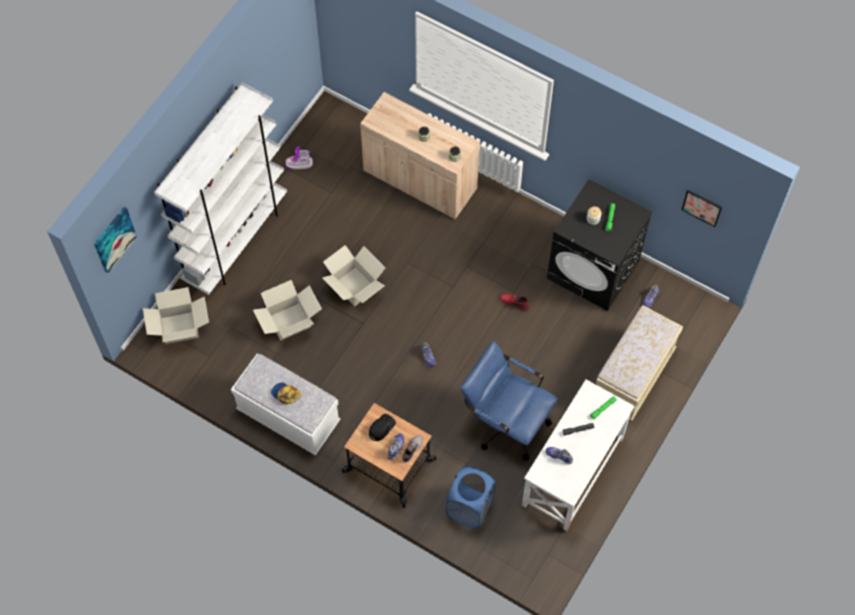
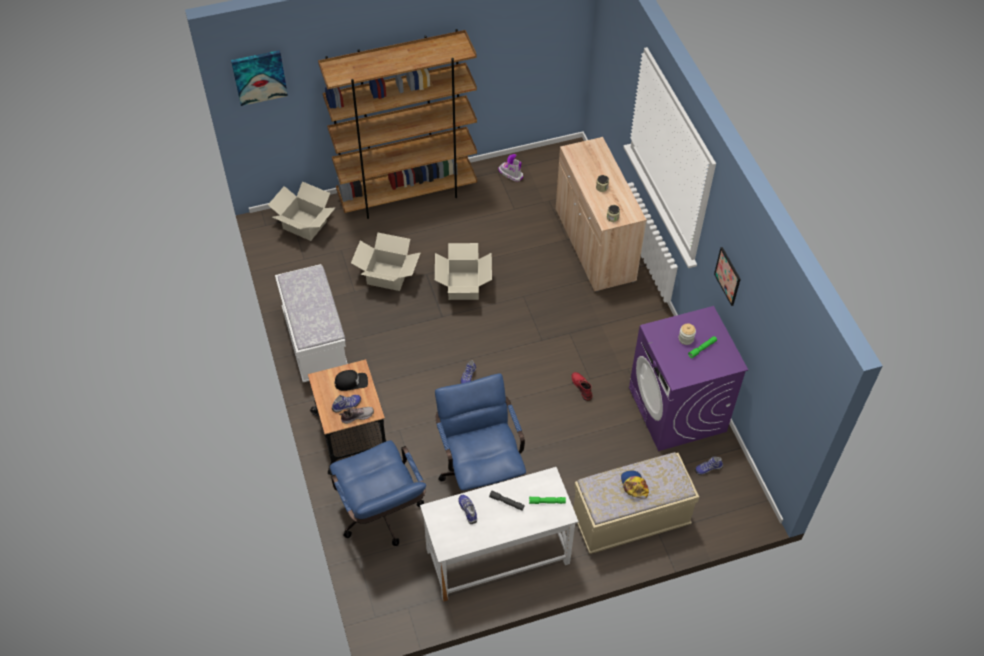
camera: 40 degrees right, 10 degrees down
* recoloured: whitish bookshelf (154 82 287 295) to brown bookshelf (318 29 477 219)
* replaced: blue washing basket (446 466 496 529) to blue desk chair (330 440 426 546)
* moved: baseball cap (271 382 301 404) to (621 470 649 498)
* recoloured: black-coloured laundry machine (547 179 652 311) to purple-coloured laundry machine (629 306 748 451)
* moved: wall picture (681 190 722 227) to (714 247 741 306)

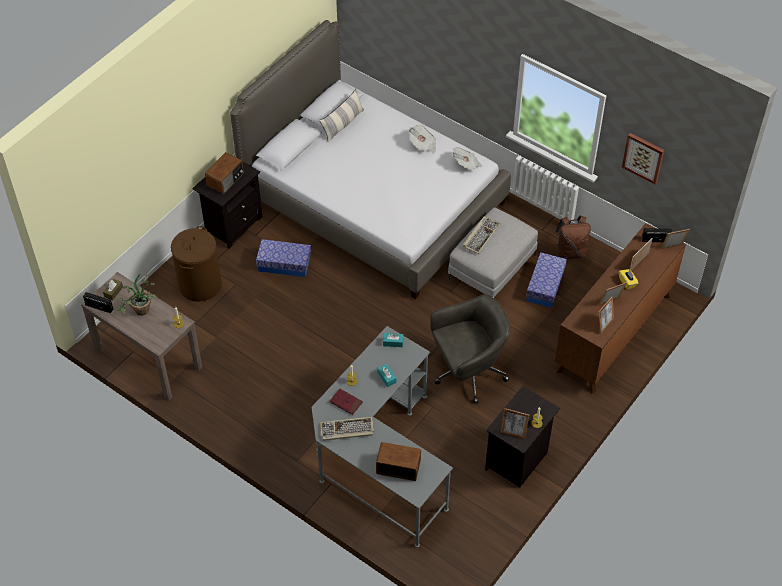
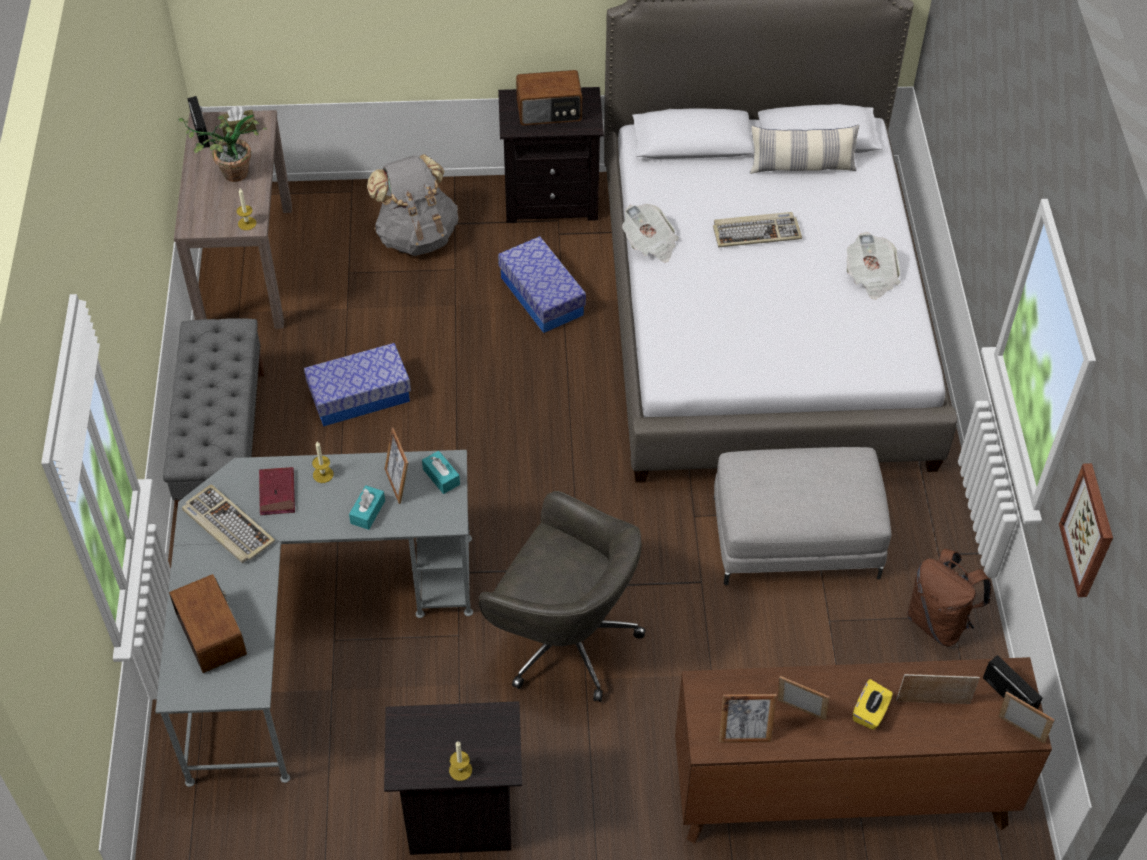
camera: 50 degrees right, 0 degrees up
* added: gray indoor bench (163 318 264 508)
* moved: storage box (526 252 567 308) to (304 343 411 426)
* replaced: brown washing basket (171 226 222 302) to gray backpack (367 154 458 256)
* moved: standing frame (501 408 529 439) to (385 428 408 504)
* moved: daily paper (451 147 482 170) to (622 204 679 263)
* moved: PC keyboard (463 216 501 254) to (713 212 802 248)

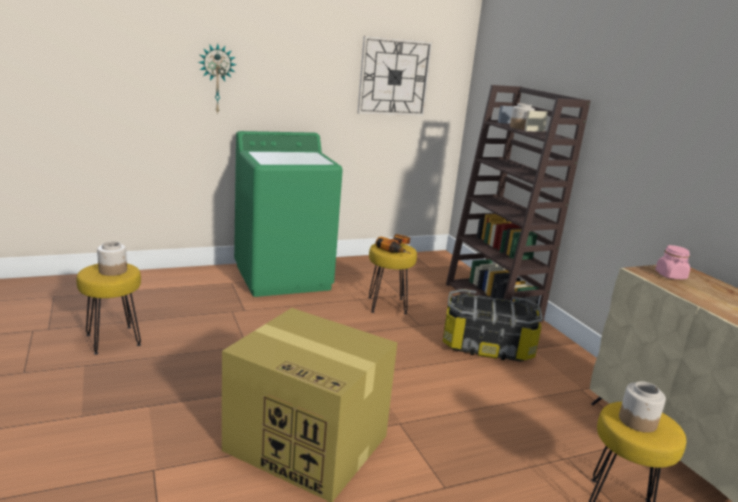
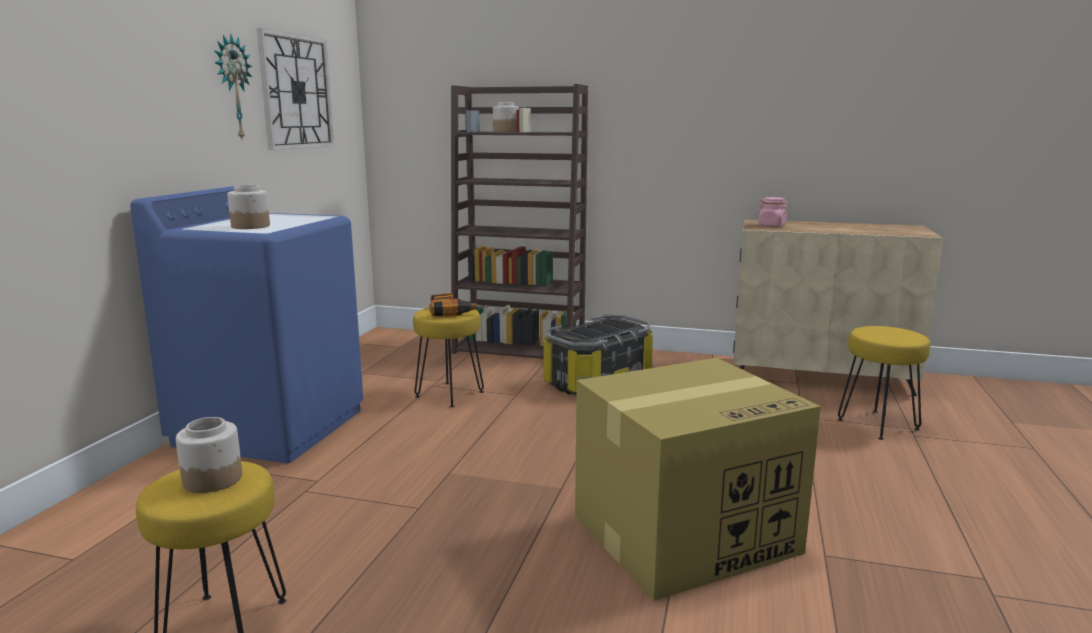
camera: 50 degrees left, 5 degrees down
* recoloured: green-coloured laundry machine (234 131 343 297) to blue laundry machine (130 186 363 463)
* moved: wall clock (198 44 236 114) to (214 34 252 139)
* moved: jar (619 381 666 433) to (227 185 270 229)

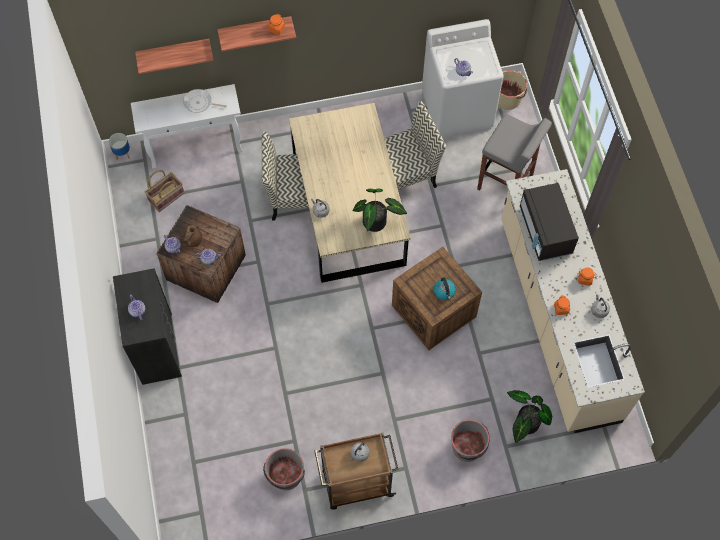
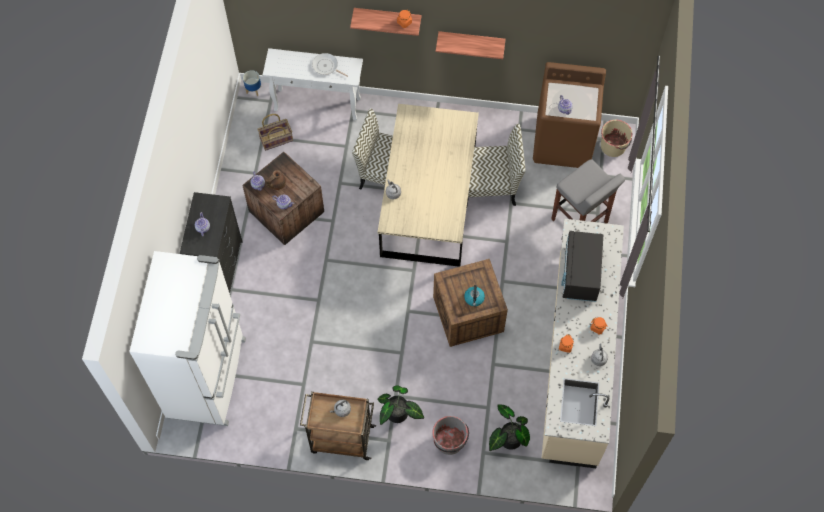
camera: 20 degrees right, 0 degrees up
* added: whitish refrigerator (129 251 246 426)
* moved: houseplant (353 188 407 232) to (377 385 424 425)
* moved: bracket shelf (135 39 214 74) to (436 31 506 59)
* recoloured: whitish laundry machine (422 19 504 138) to brown laundry machine (533 62 606 168)
* removed: gray water bucket (263 448 305 491)

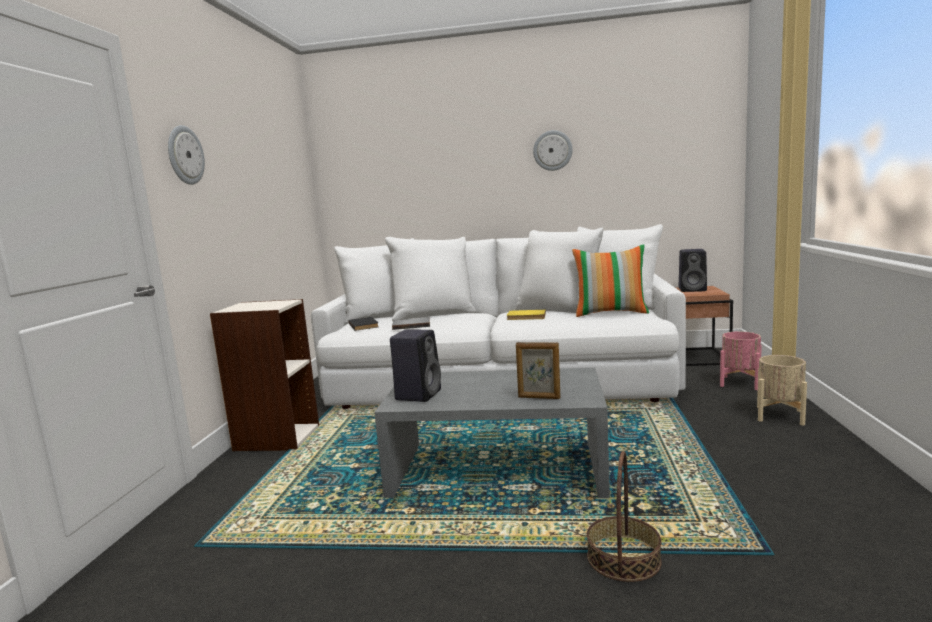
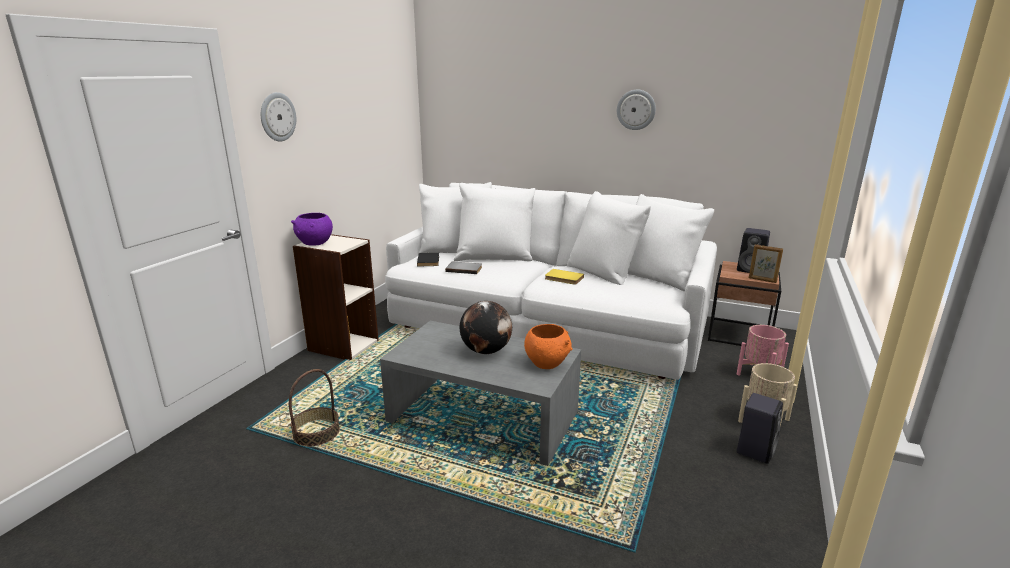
camera: 15 degrees right, 10 degrees up
* moved: household basket (587 451 661 582) to (289 369 340 447)
* added: purple-coloured bowl (291 213 333 246)
* added: world globe (460 301 512 354)
* added: orange-coloured bowl (524 324 573 369)
* moved: black-coloured speaker (390 329 441 402) to (737 393 783 464)
* moved: standing frame (516 342 560 399) to (749 244 783 283)
* removed: throw pillow (572 244 649 317)

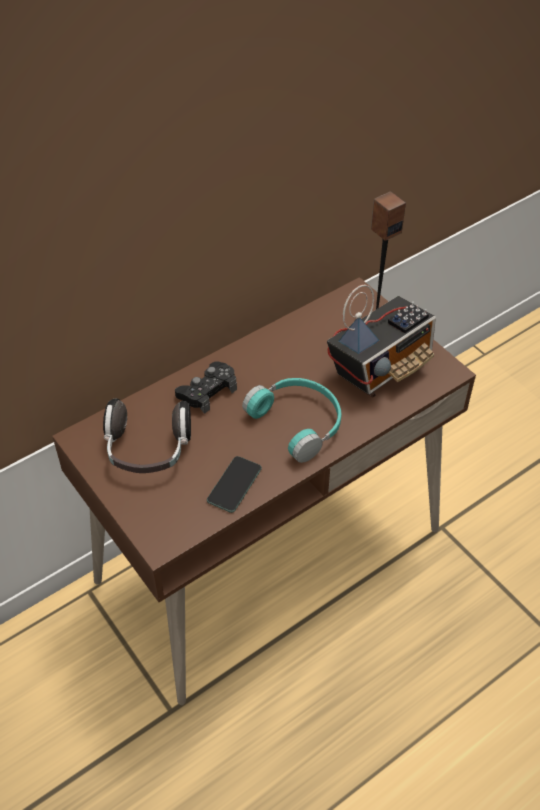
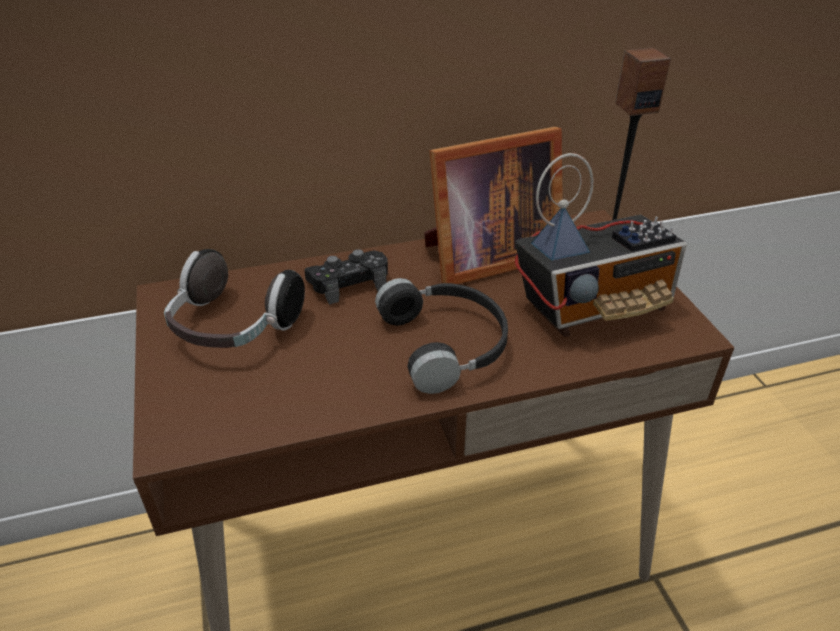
camera: 20 degrees right, 10 degrees down
* recoloured: blue-green headphones (242 378 342 463) to black-coloured headphones (375 278 508 394)
* added: standing frame (424 127 563 284)
* removed: phone (207 456 262 513)

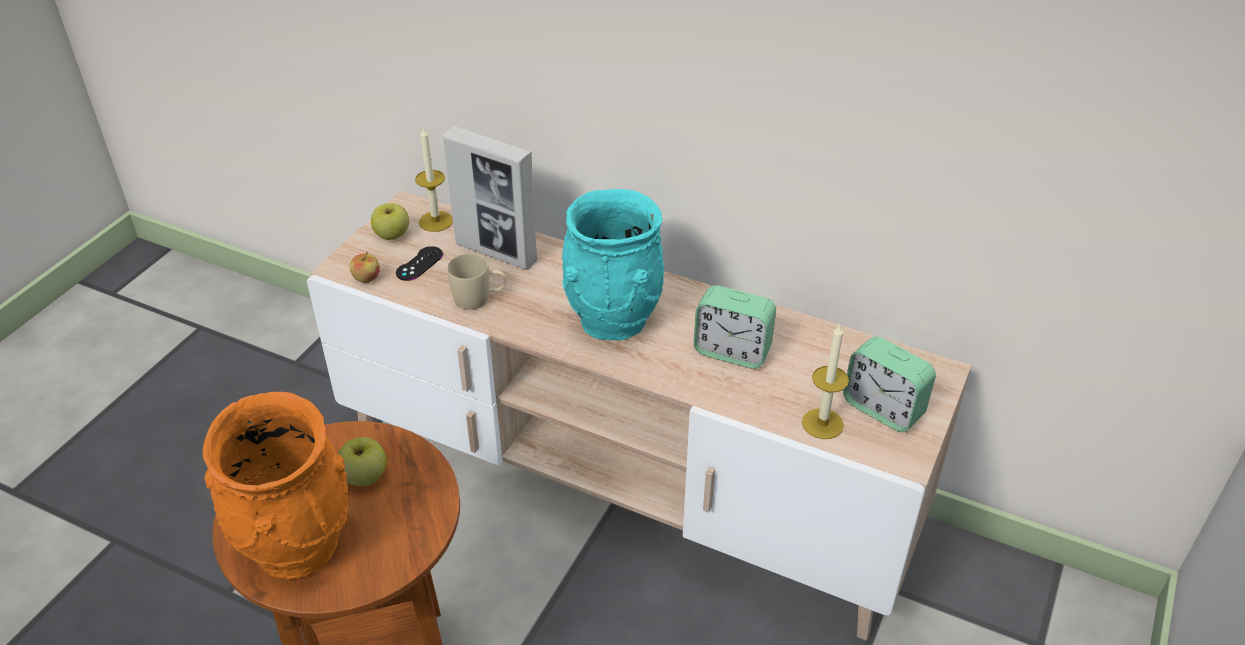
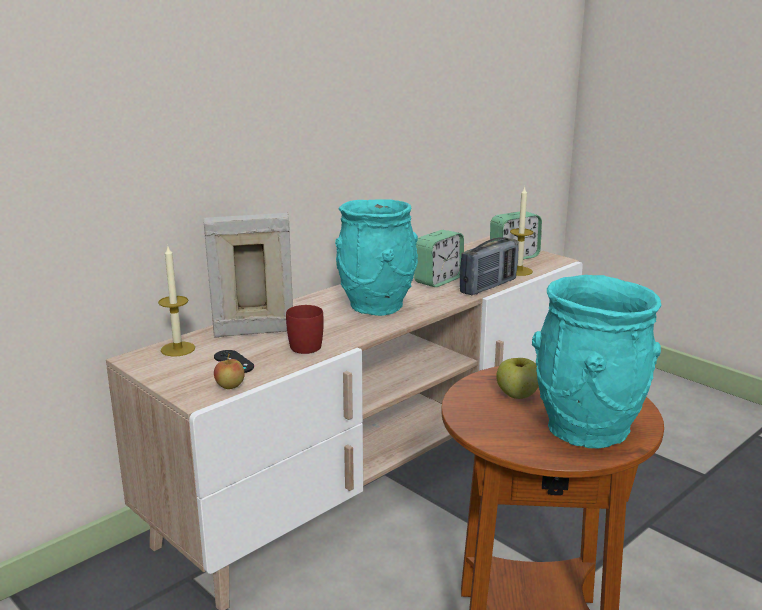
camera: 70 degrees left, 20 degrees down
* turned: standing frame (443 126 537 270) = (204 213 293 338) 150 degrees counterclockwise
* recoloured: sand-coloured tea mug (447 254 506 310) to reddish tea mug (286 305 324 354)
* added: radio (460 237 519 295)
* recoloured: orange-coloured flower vase (203 392 348 579) to blue-green flower vase (532 275 661 448)
* removed: whole apple (371 203 409 240)

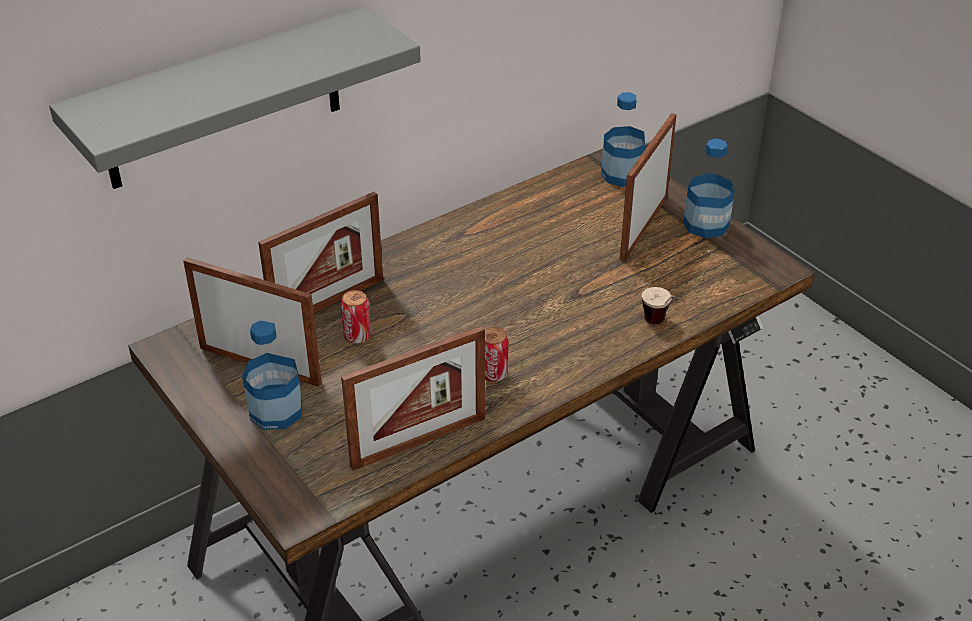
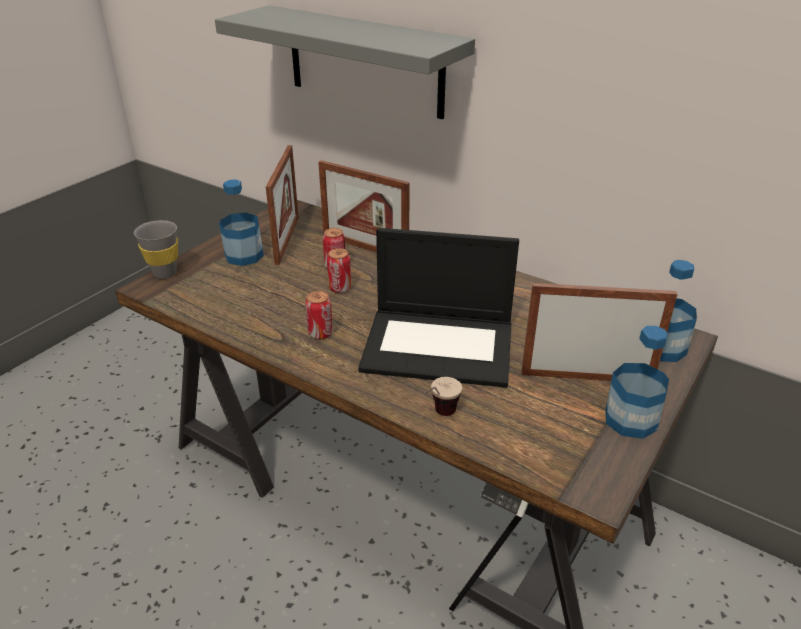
camera: 70 degrees right, 5 degrees down
* added: gray cup (134 220 178 279)
* added: metal can (327 248 351 293)
* added: laptop (358 228 519 388)
* removed: standing frame (341 326 485 471)

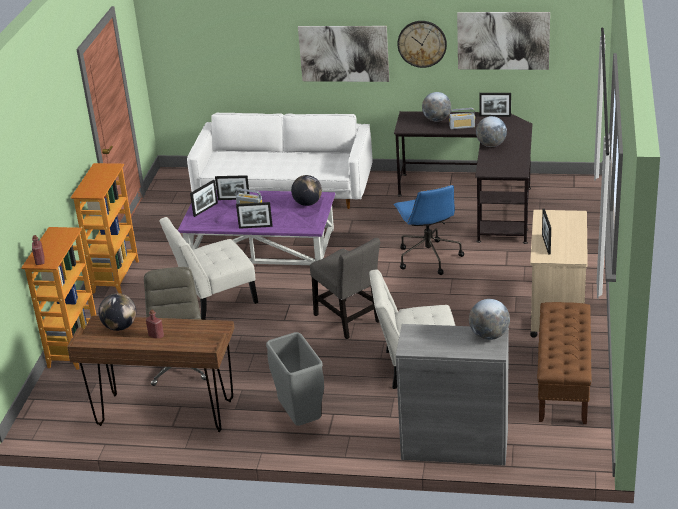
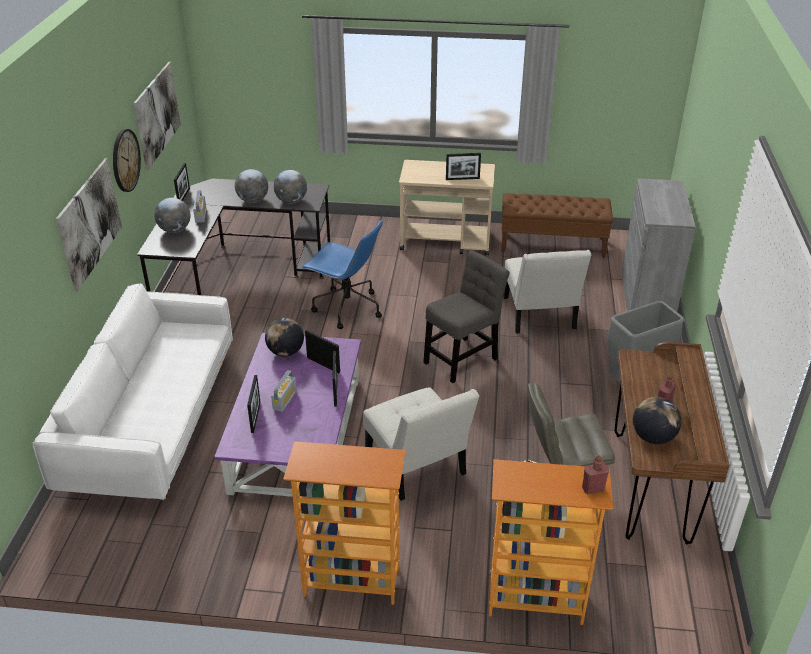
camera: 95 degrees left, 5 degrees up
* moved: world globe (469 299 510 340) to (274 170 307 204)
* turned: blue desk chair (394 185 464 275) = (301 220 383 329) 45 degrees clockwise
* moved: standing frame (190 180 218 217) to (305 330 340 374)

